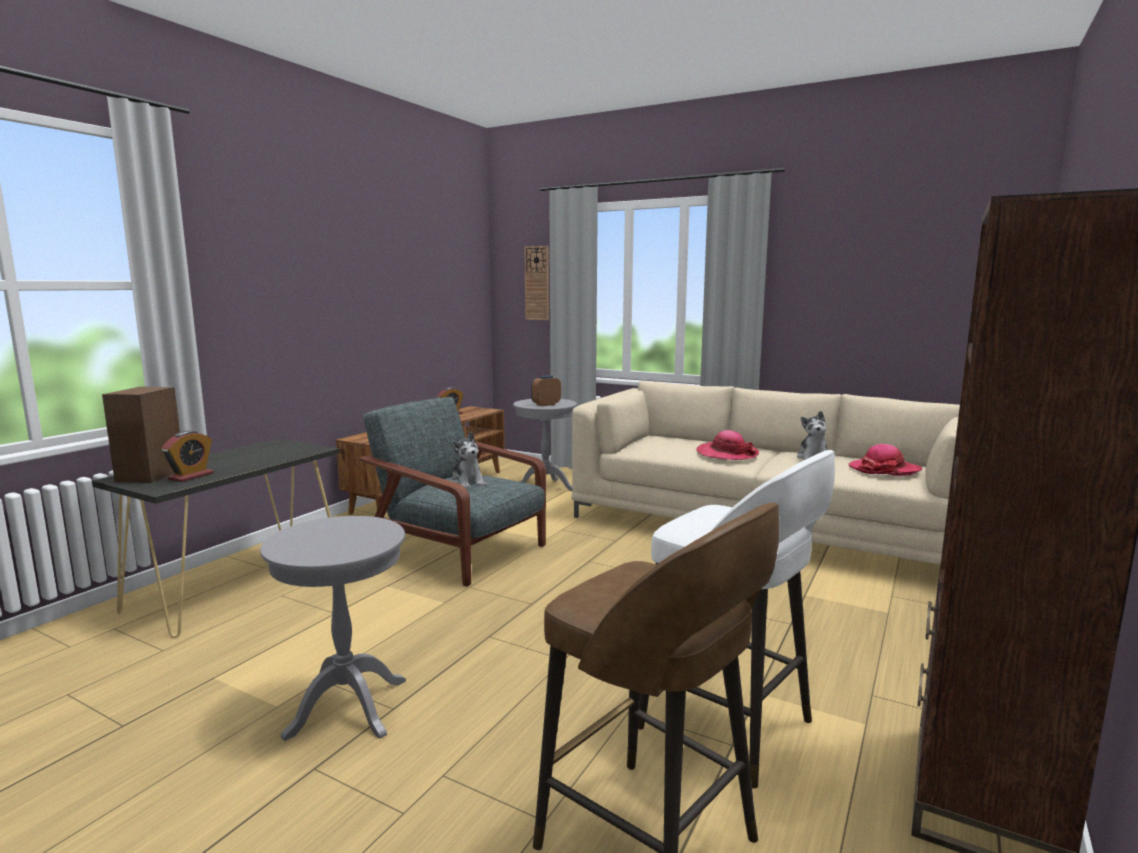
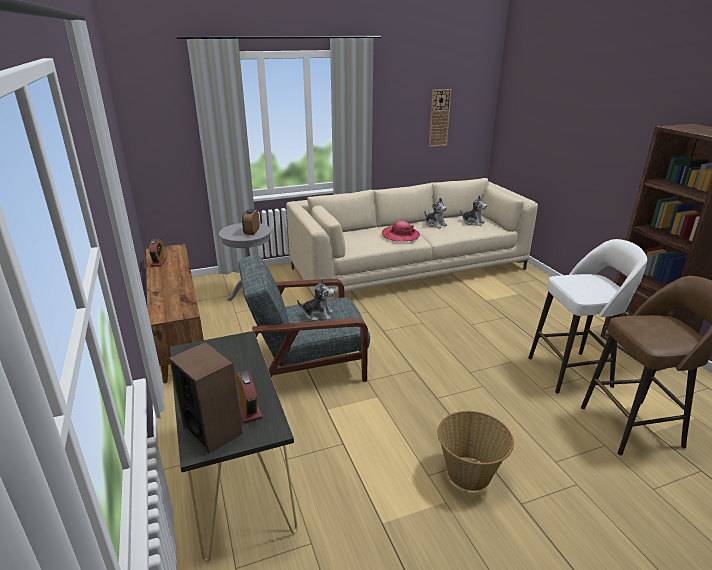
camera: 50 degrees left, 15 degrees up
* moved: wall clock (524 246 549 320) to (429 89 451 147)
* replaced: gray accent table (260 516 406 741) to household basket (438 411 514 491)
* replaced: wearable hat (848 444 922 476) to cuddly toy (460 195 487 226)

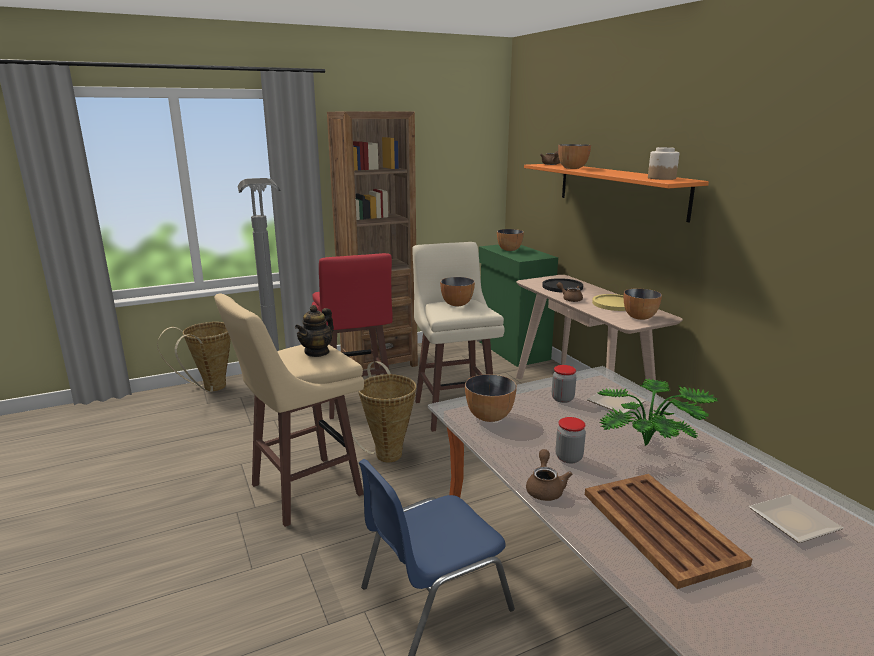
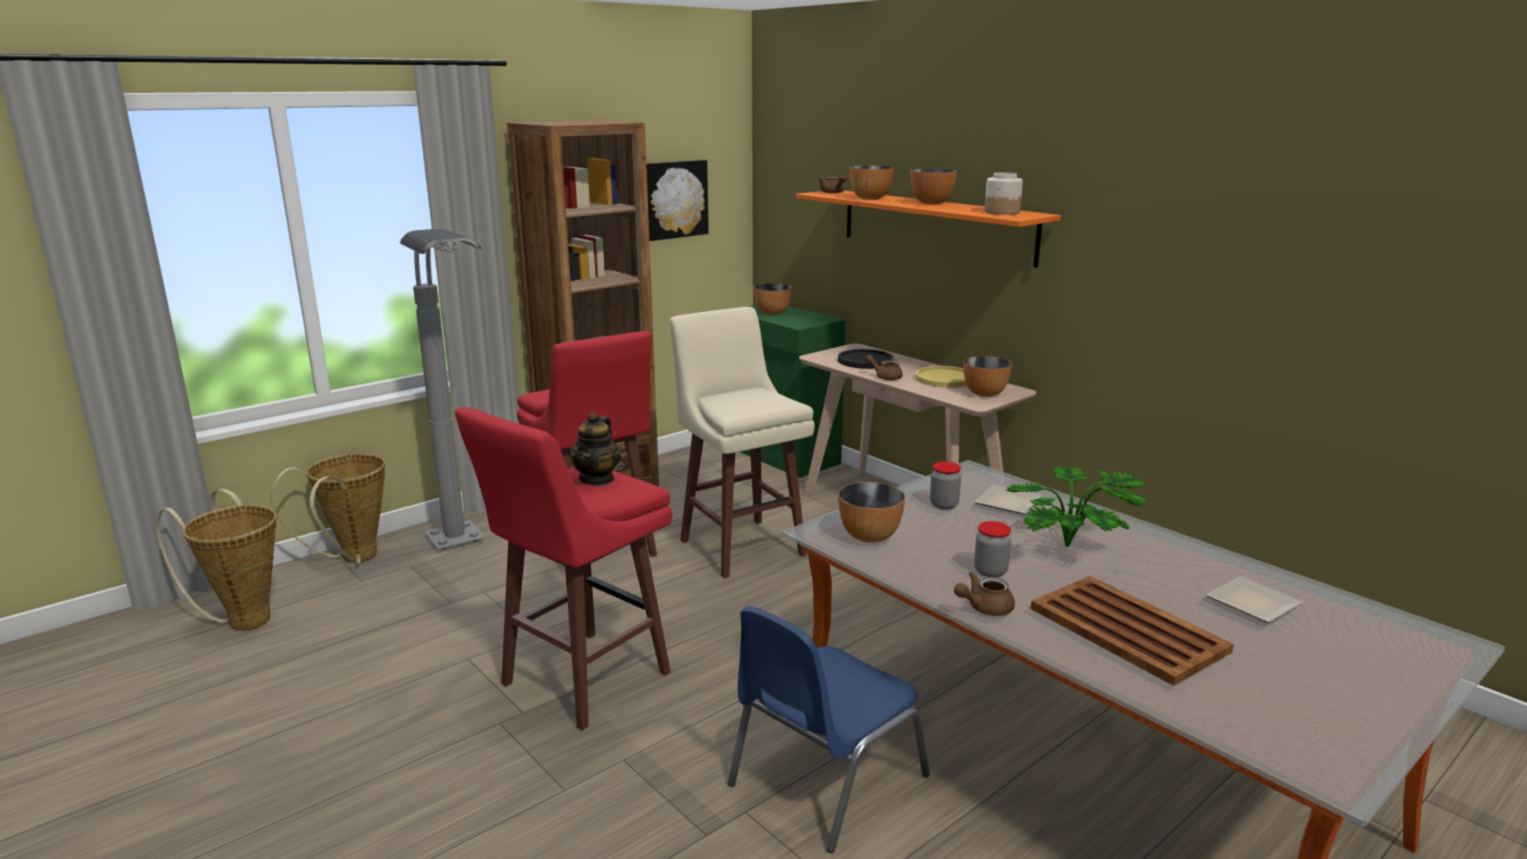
camera: 15 degrees left, 0 degrees up
* moved: household basket (352 361 416 462) to (156 489 276 631)
* recoloured: sand-coloured stool seat (214 294 364 527) to reddish stool seat (455 407 672 730)
* added: wall picture (646 160 709 241)
* moved: bowl (440 277 475 306) to (910 169 957 204)
* turned: brown pot for tea (526 449 572 501) = (954 572 1015 616) 105 degrees counterclockwise

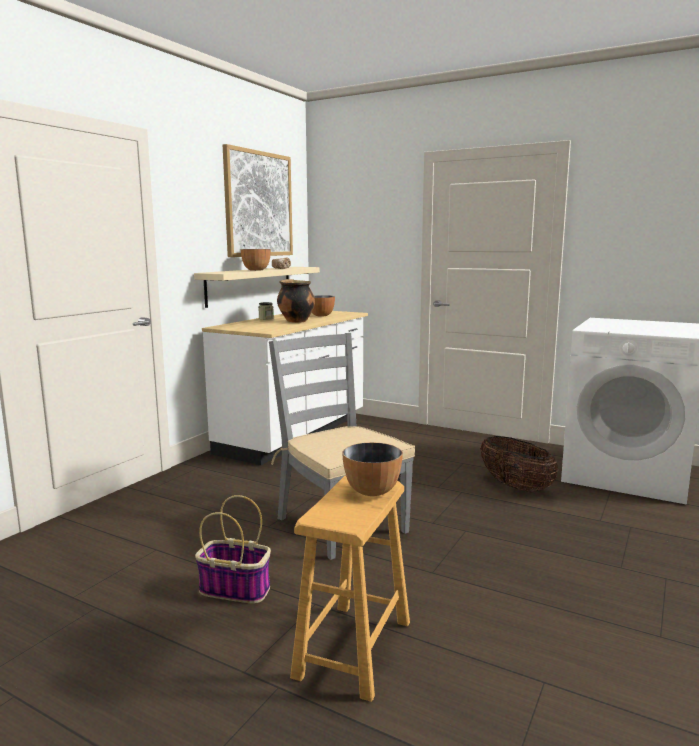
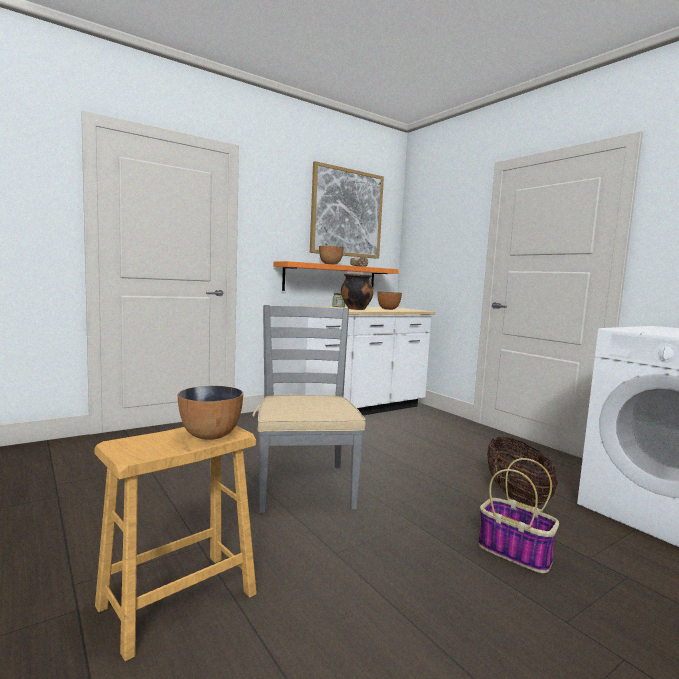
camera: 25 degrees right, 5 degrees down
* recoloured: sand-coloured bracket shelf (194 267 320 308) to orange-coloured bracket shelf (273 261 399 291)
* moved: household basket (195 495 271 603) to (478 458 559 573)

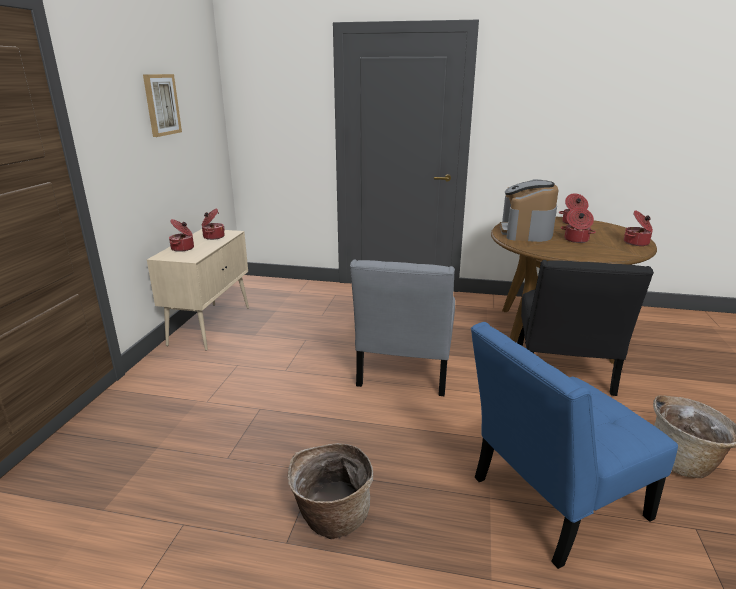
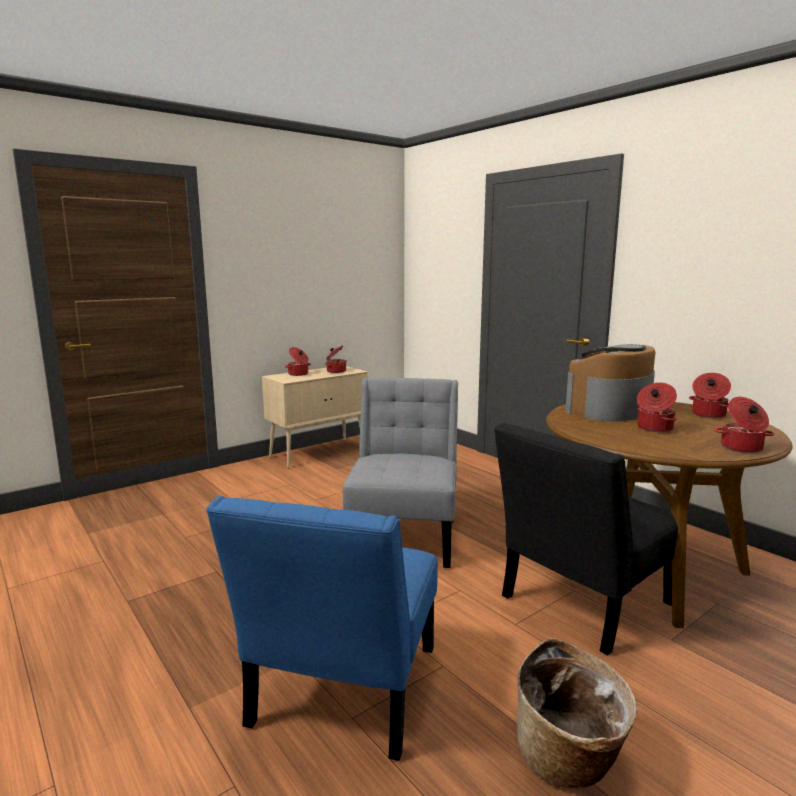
camera: 40 degrees right, 10 degrees down
* turned: blue upright chair (471 322 678 569) = (206 496 438 761) 90 degrees counterclockwise
* turned: gray upright chair (350 259 455 396) = (343 378 458 568) 135 degrees clockwise
* removed: wall picture (143 74 182 137)
* removed: household basket (288 443 373 539)

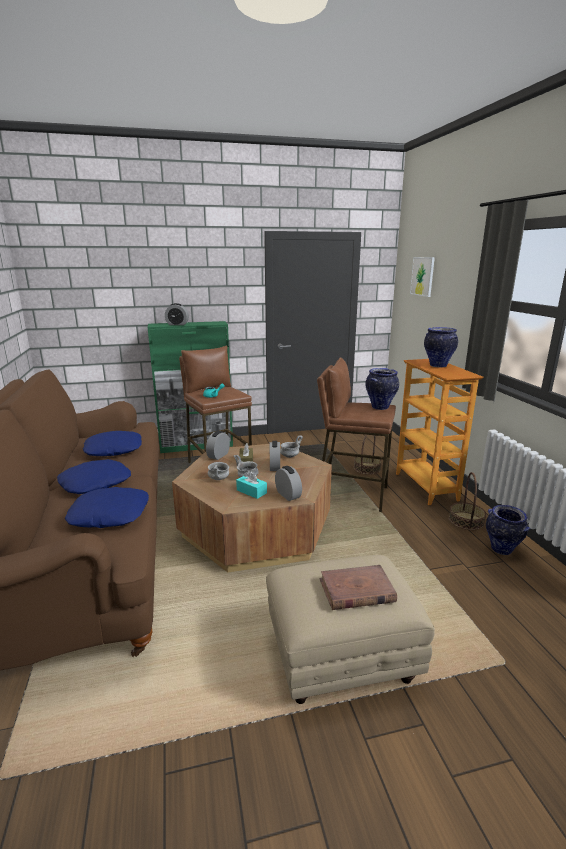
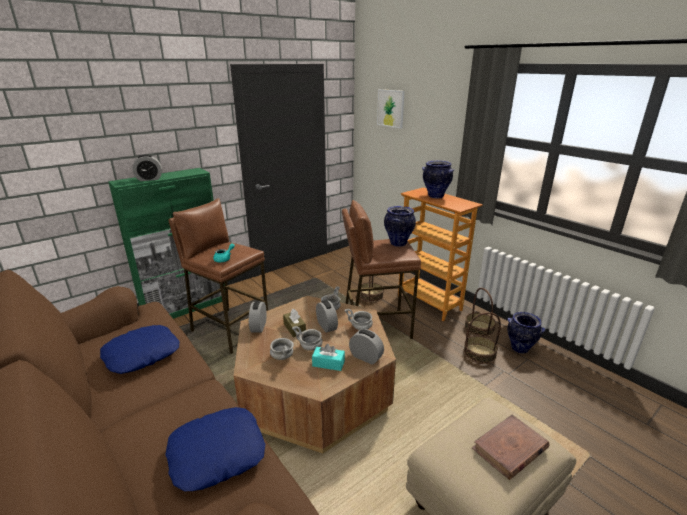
camera: 25 degrees left, 5 degrees up
* added: gray bowl (345 309 373 330)
* added: household basket (463 312 501 364)
* removed: blue throw pillow (57 459 131 494)

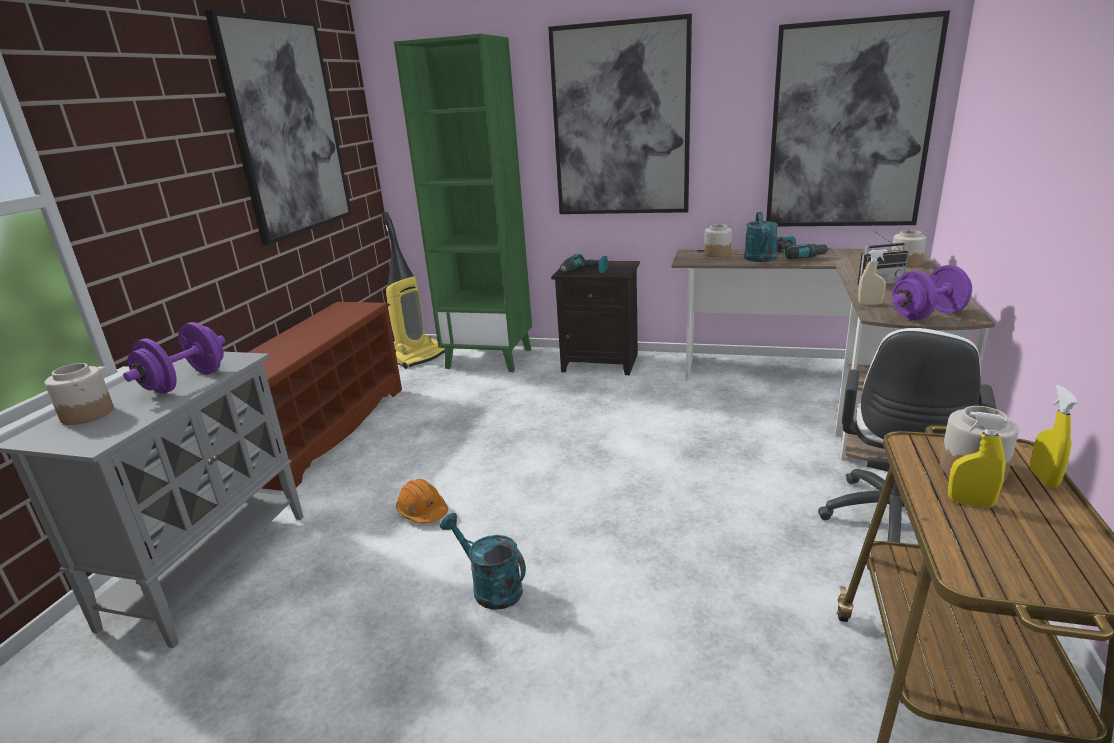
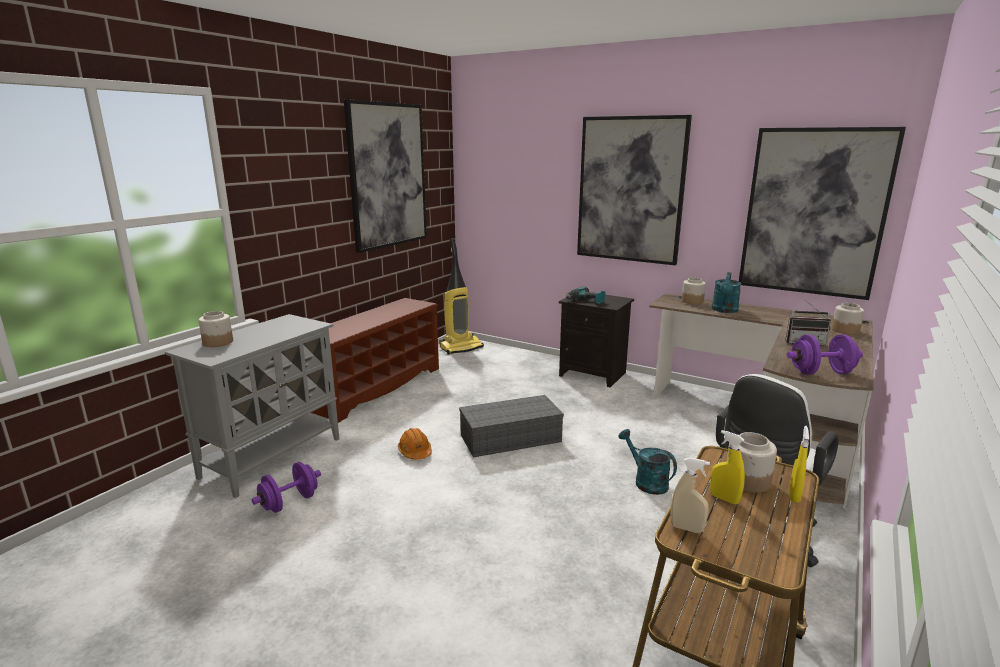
camera: 15 degrees right, 5 degrees down
* moved: purple-coloured hand weight (123 322 225 394) to (252 462 321 513)
* added: gray storage box (459 395 564 457)
* moved: blue-green sprinkling can (440 513 526 610) to (619 429 677 495)
* moved: sand-coloured spray bottle (858 249 888 305) to (670 457 710 533)
* removed: green-coloured bookshelf (394 34 532 372)
* removed: power drill (776 236 831 259)

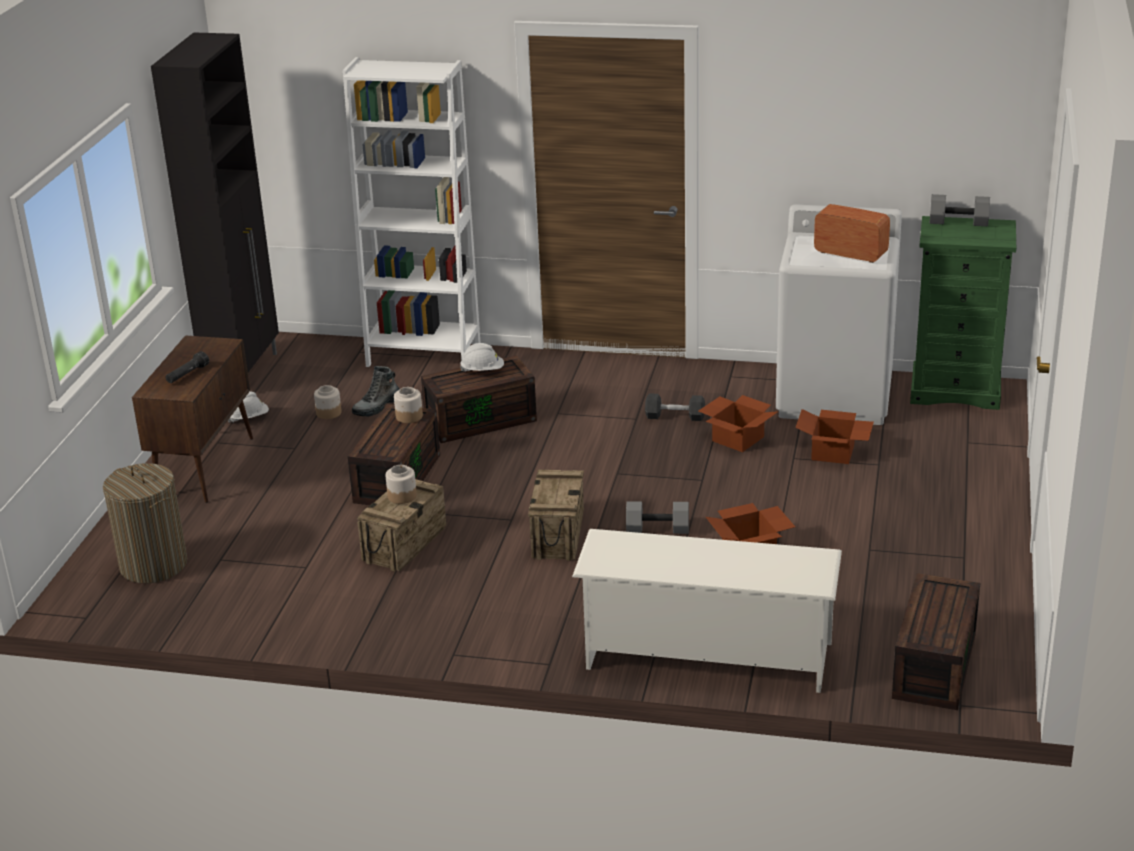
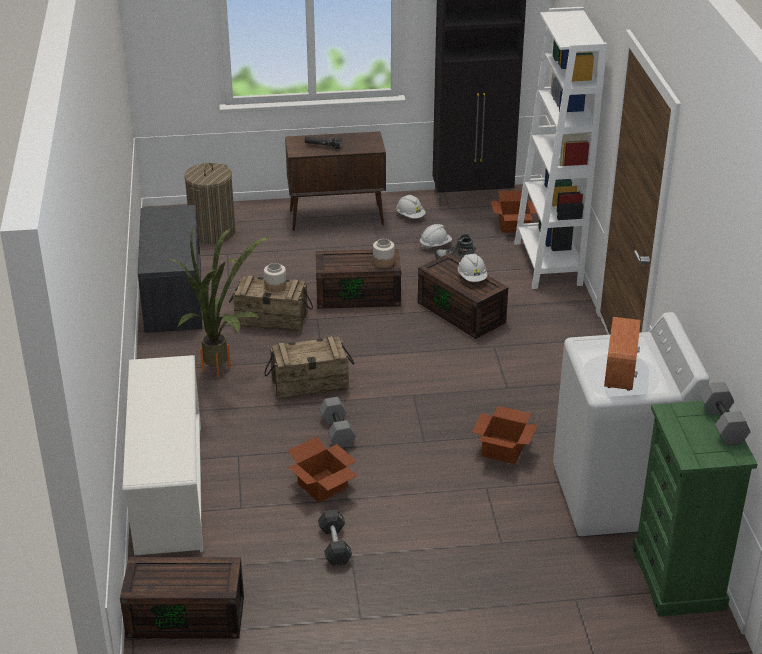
camera: 70 degrees right, 5 degrees up
* added: gray indoor bench (138 205 202 333)
* added: houseplant (167 225 271 377)
* moved: black-coloured hand weight (645 393 705 421) to (318 510 352 566)
* replaced: jar (314 385 342 419) to whitish work helmet (420 224 452 250)
* moved: packing box (795 409 874 464) to (491 190 537 233)

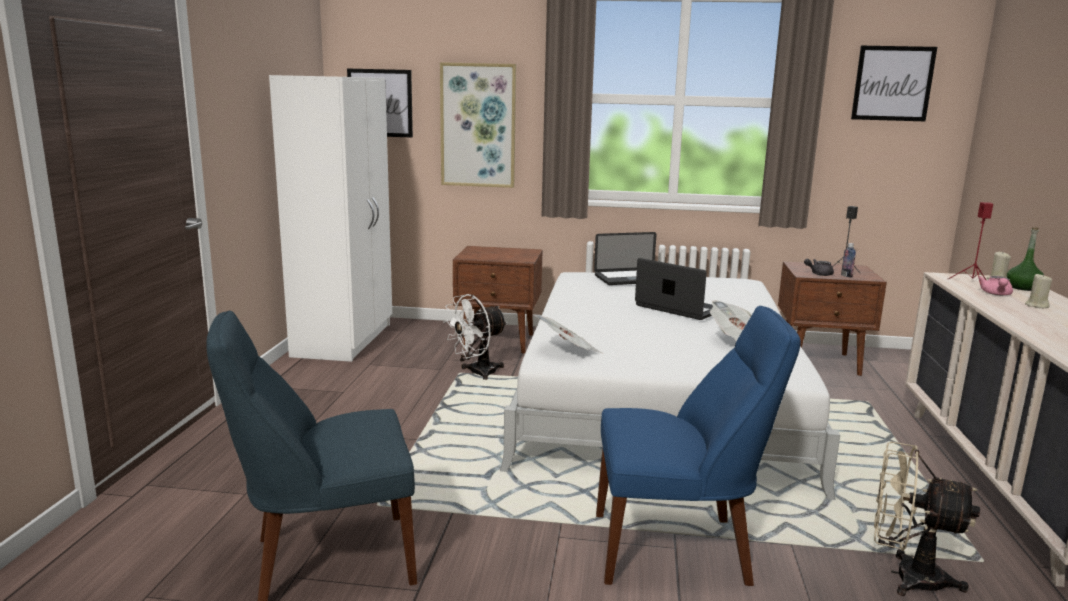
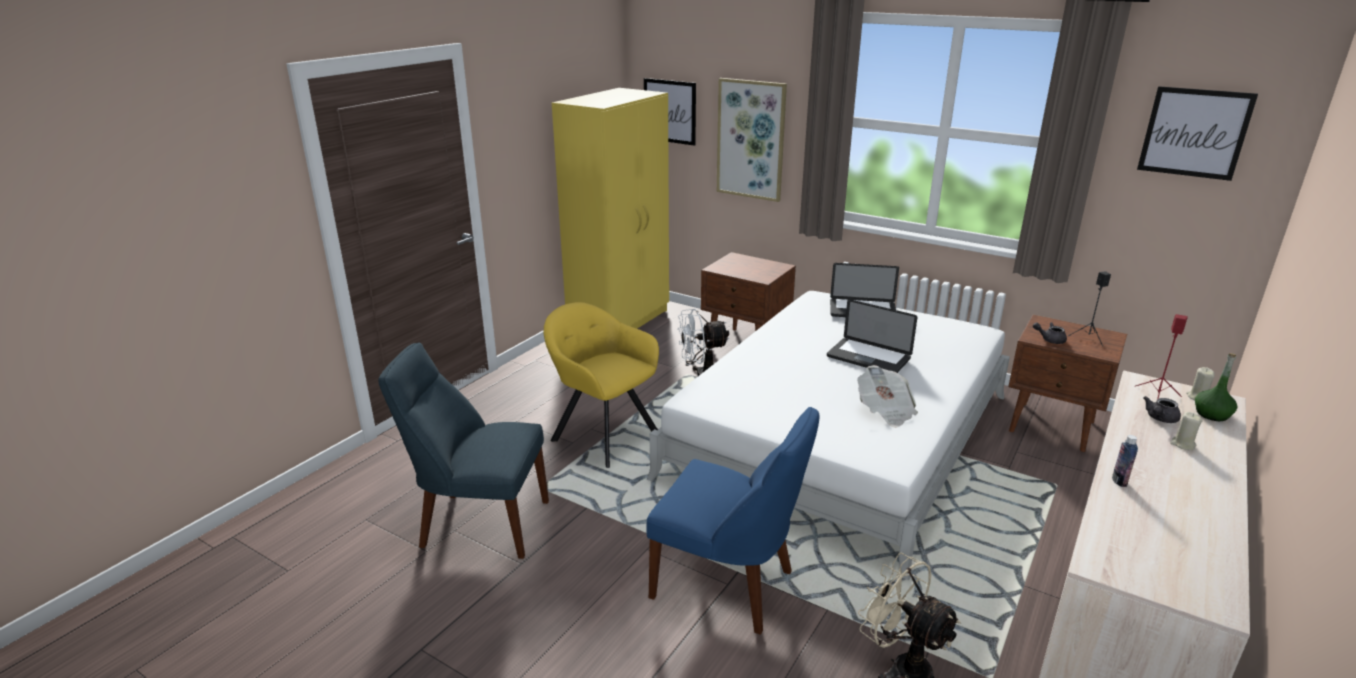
camera: 25 degrees right, 10 degrees up
* added: yellow easy chair (544 302 659 468)
* recoloured: whitish clothes cupboard (269 75 392 362) to yellow clothes cupboard (552 88 669 329)
* turned: laptop (635 258 713 320) = (827 299 918 373) 150 degrees clockwise
* moved: bottle (841 243 856 277) to (1112 435 1138 487)
* recoloured: pinkish pot for tea (978 276 1013 296) to gray pot for tea (1143 396 1181 423)
* removed: daily paper (534 315 602 353)

